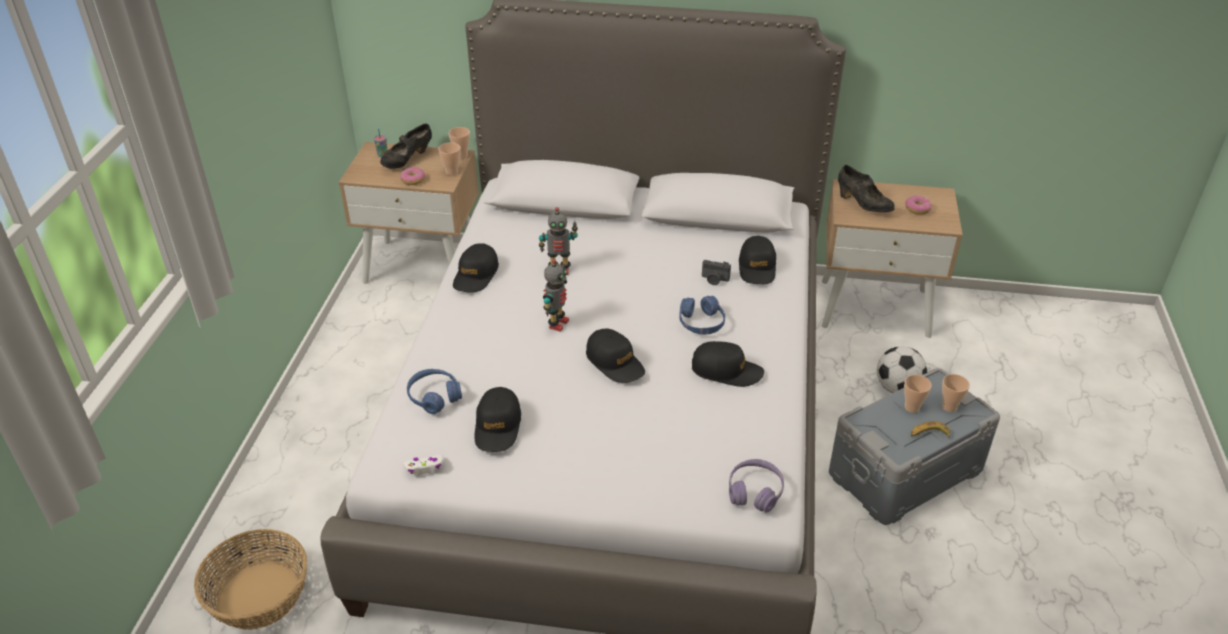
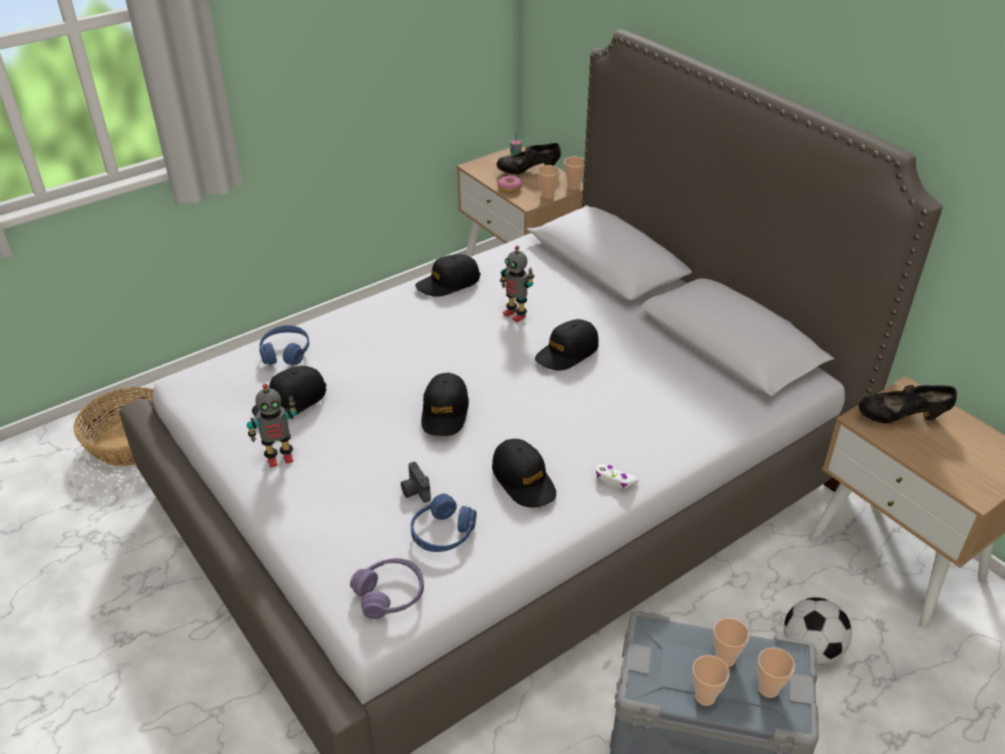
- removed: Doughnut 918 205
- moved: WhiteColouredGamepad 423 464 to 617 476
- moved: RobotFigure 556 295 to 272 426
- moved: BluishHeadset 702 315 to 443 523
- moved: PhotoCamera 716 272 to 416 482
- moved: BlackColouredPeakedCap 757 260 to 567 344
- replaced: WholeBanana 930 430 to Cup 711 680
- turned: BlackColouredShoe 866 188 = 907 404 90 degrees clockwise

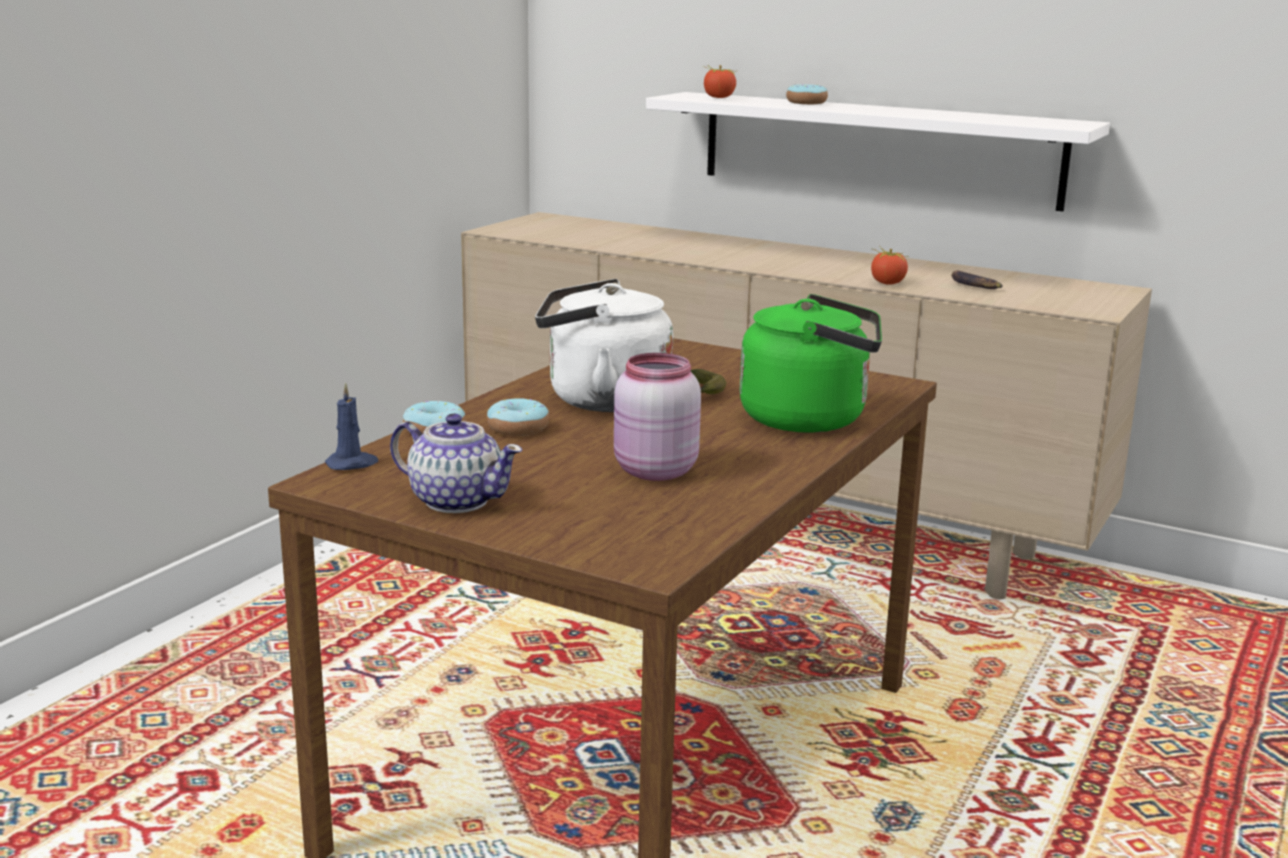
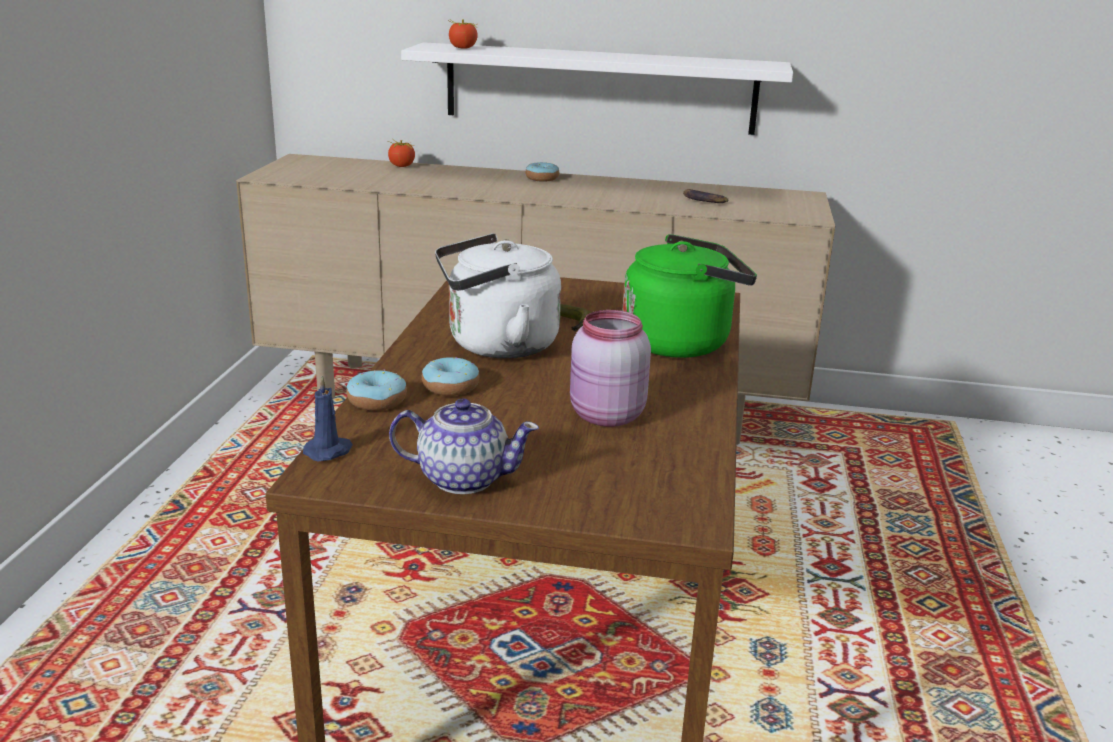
- moved: Doughnut 807 94 to 542 172
- moved: WholeTomato 890 266 to 401 152

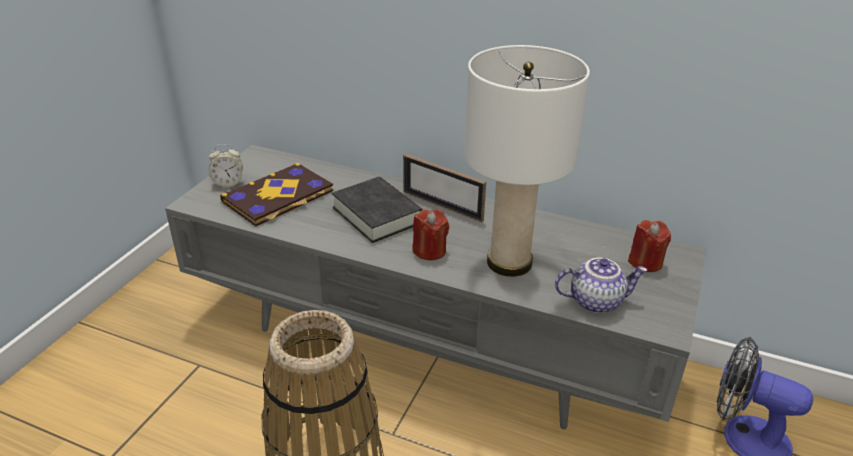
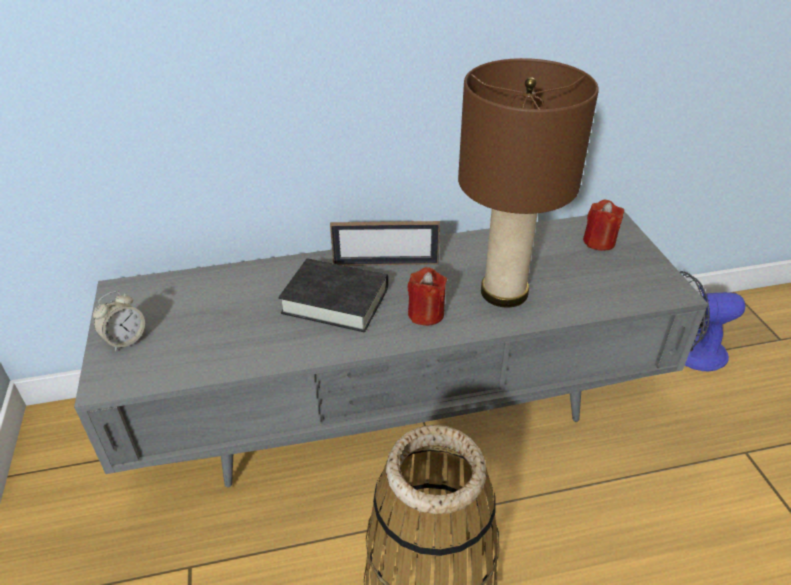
- removed: Volume 277 194
- removed: TeaPot 601 286
- recoloured: WhiteColouredTableLamp 527 161 to BrownishTableLamp 528 182

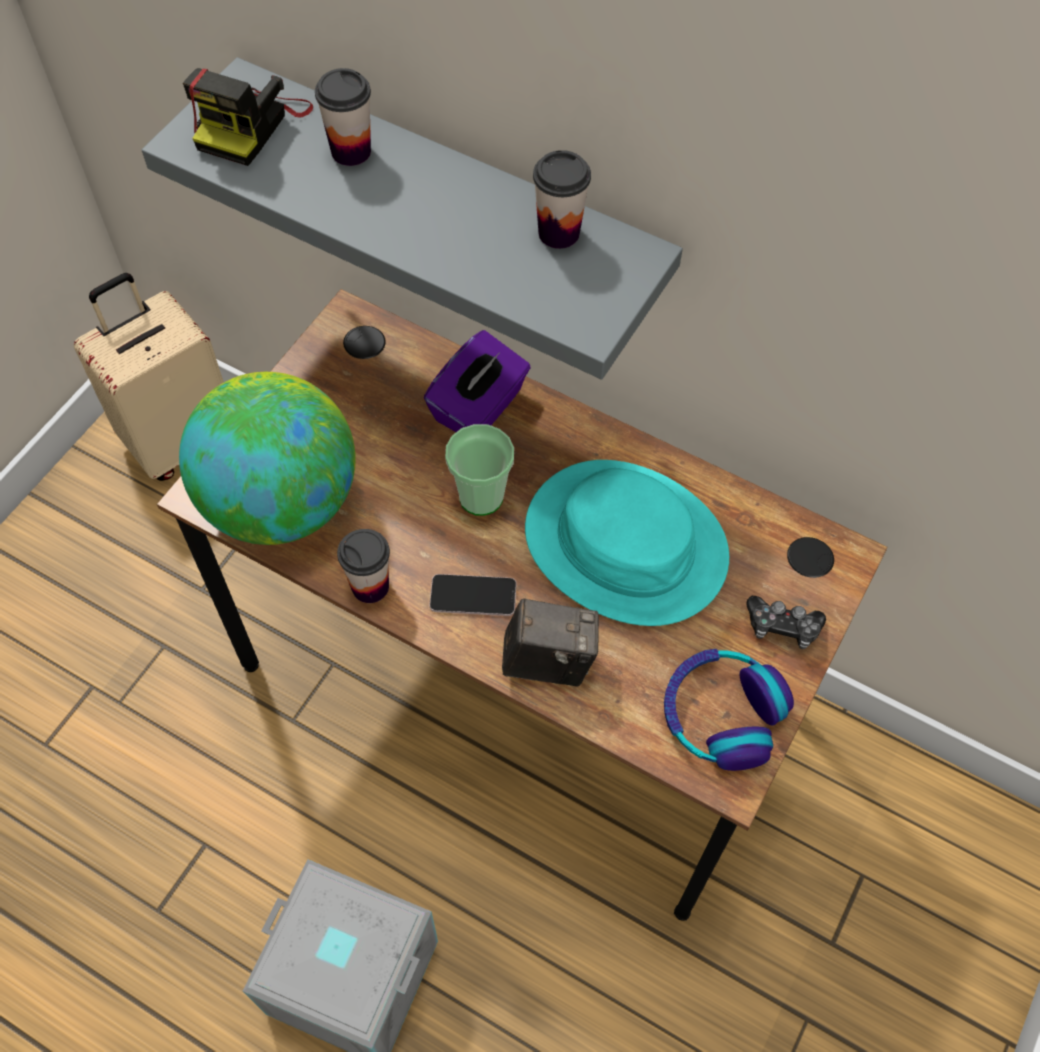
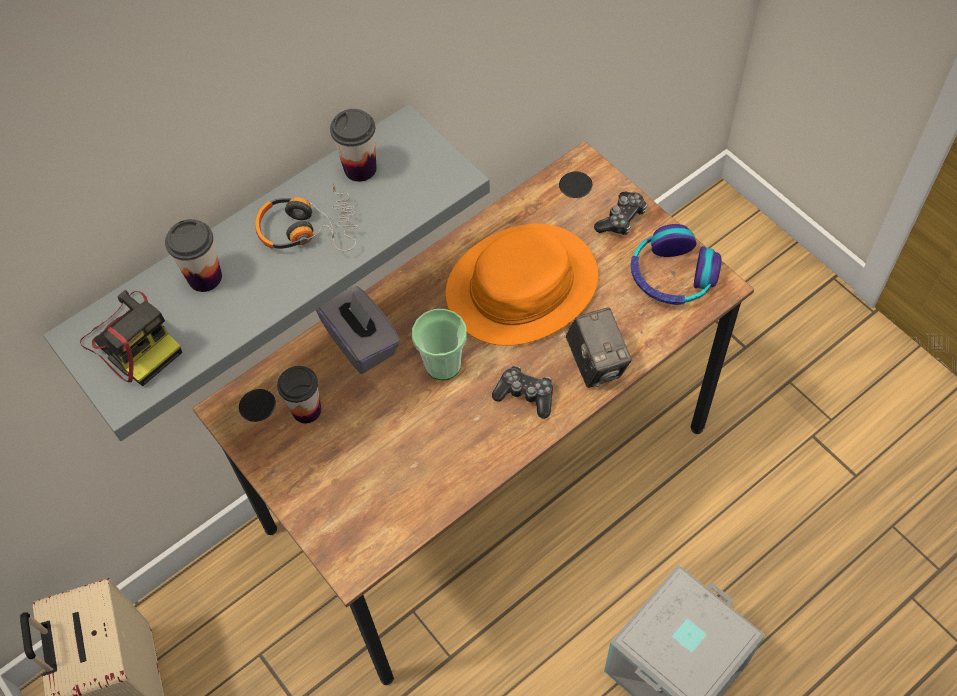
- removed: DeskGlobe 267 458
- added: Headset 306 217
- moved: Cup 363 566 to 299 395
- replaced: Phone 473 595 to Gamepad 522 392
- recoloured: PurplishBoxOfTissues 477 381 to GrayBoxOfTissues 358 330
- recoloured: BlueGreenClothingHat 627 543 to OrangeClothingHat 522 284
- turned: PhotoCamera 550 642 = 599 347 135 degrees clockwise

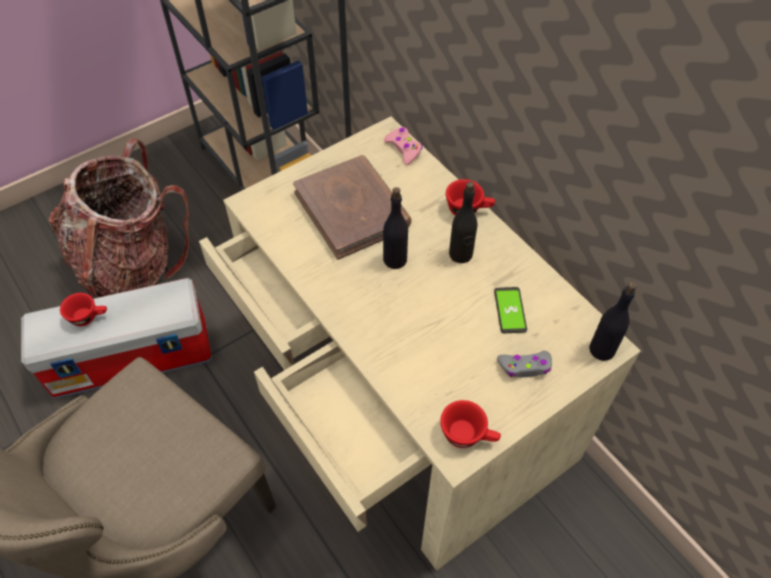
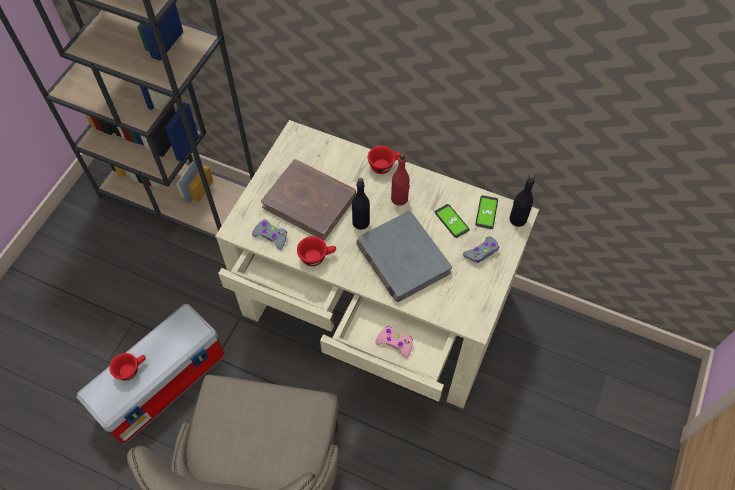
- removed: Knapsack 119 218
- added: GrayGamepad 269 235
- added: GrayVolume 404 256
- added: Phone 486 212
- moved: PinkColouredGamepad 403 146 to 394 342
- moved: RedColouredCup 470 424 to 316 251
- recoloured: BlackColouredDrinkBottle 463 222 to RedColouredDrinkBottle 400 179

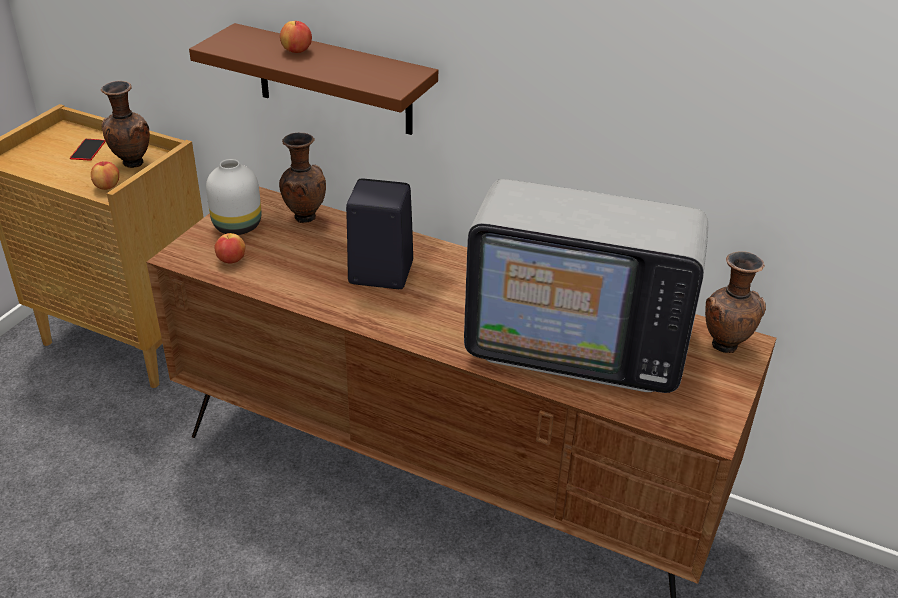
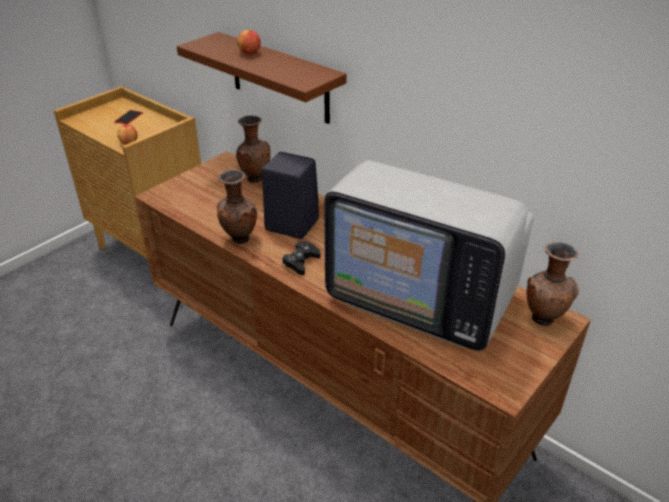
- removed: WhiteColouredVase 233 197
- removed: Apple 229 248
- added: BlackColouredGamepad 301 258
- moved: BrownishVase 125 124 to 237 207

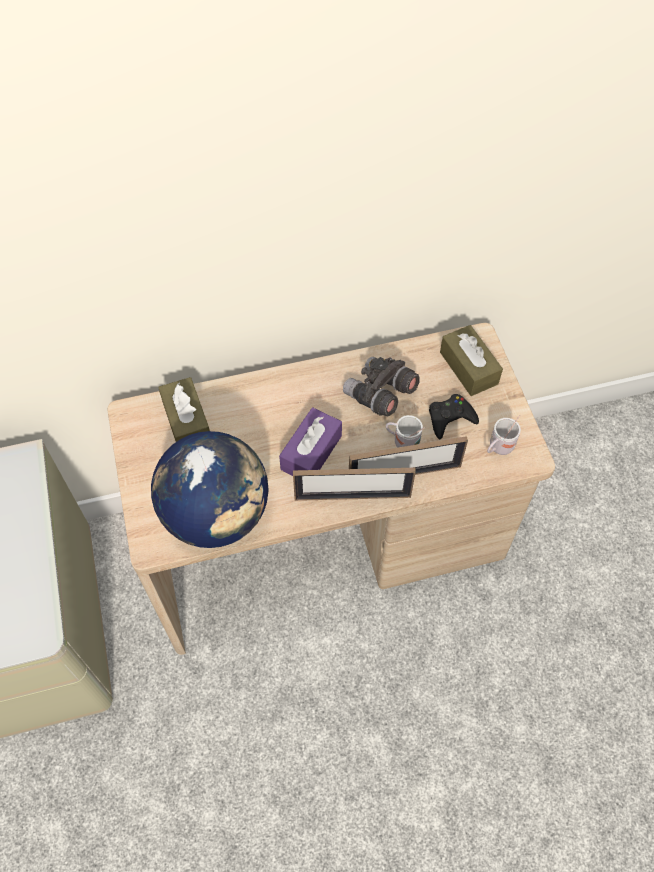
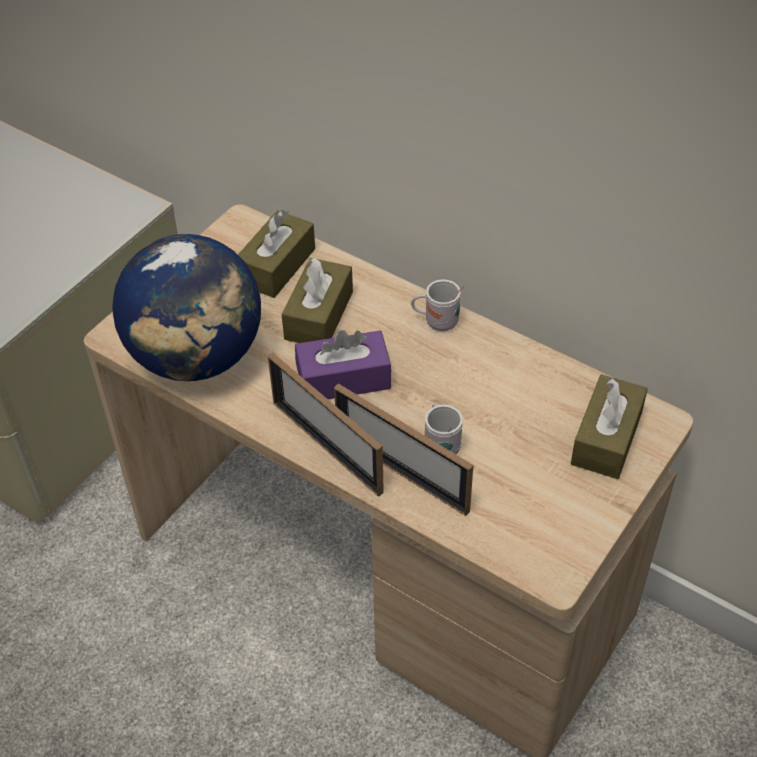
- removed: GrayFieldGlasses 381 386
- removed: BlackColouredGamepad 454 416
- added: BrownishBoxOfTissues 317 300
- moved: WhiteColouredMug 504 435 to 438 305

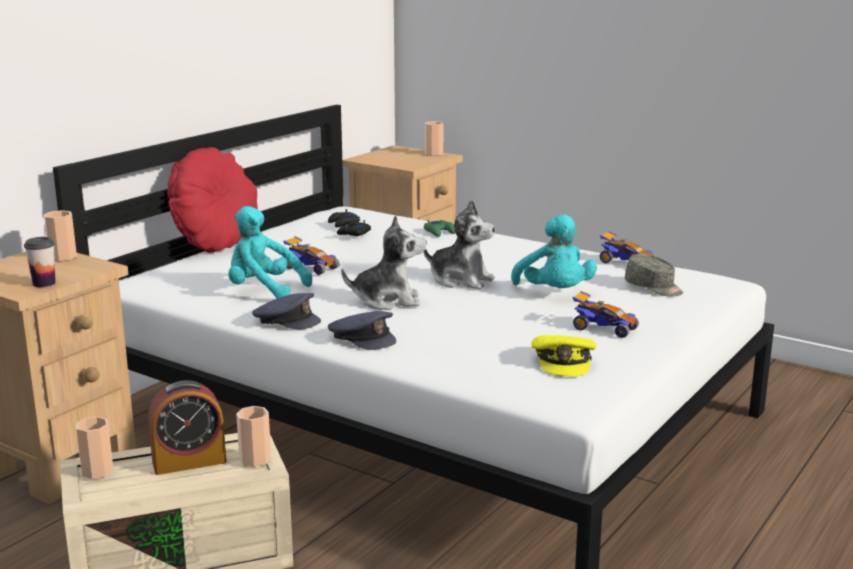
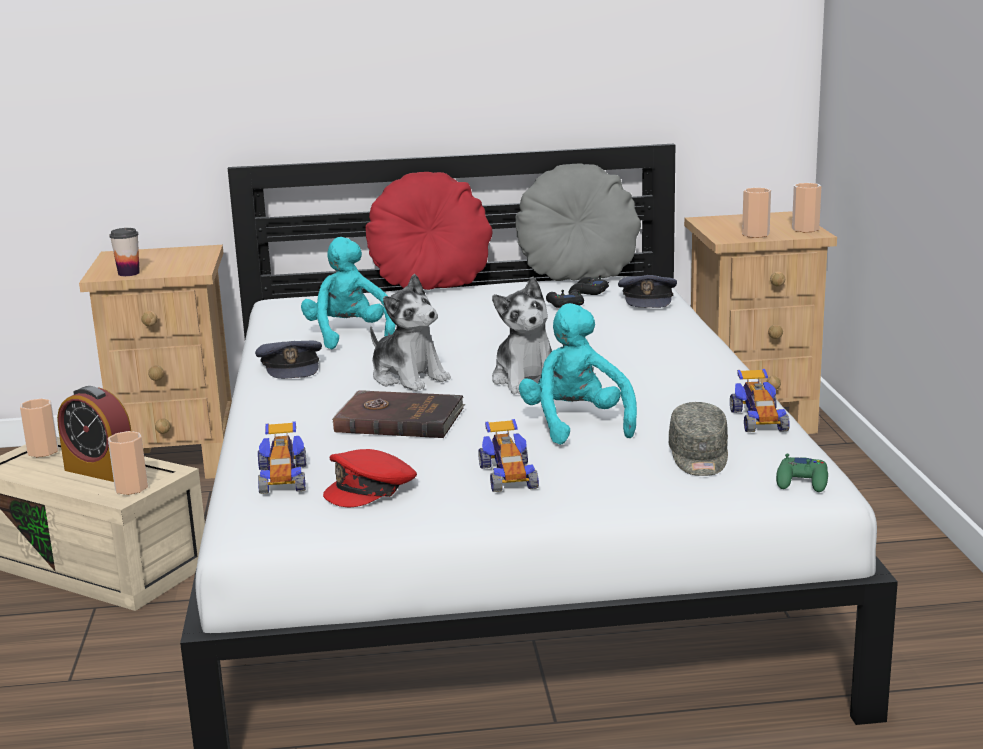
- added: BrownishVolume 398 414
- added: GrayPillow 578 222
- moved: Cup 60 235 to 756 213
- moved: MiniatureCar 311 255 to 282 457
- moved: GrayPeakedCap 362 330 to 647 291
- moved: GreenColouredGamepad 439 228 to 802 473
- recoloured: YellowPeakedCap 563 355 to RedColouredPeakedCap 370 478
- turned: BlueGreenCuddlyToy 554 251 = 578 374 135 degrees clockwise

